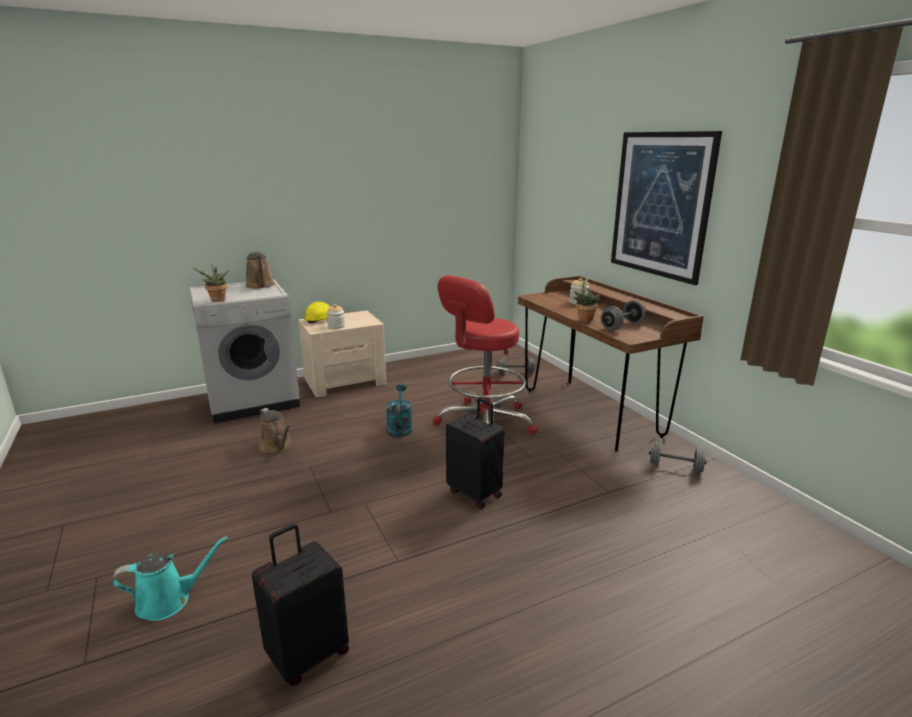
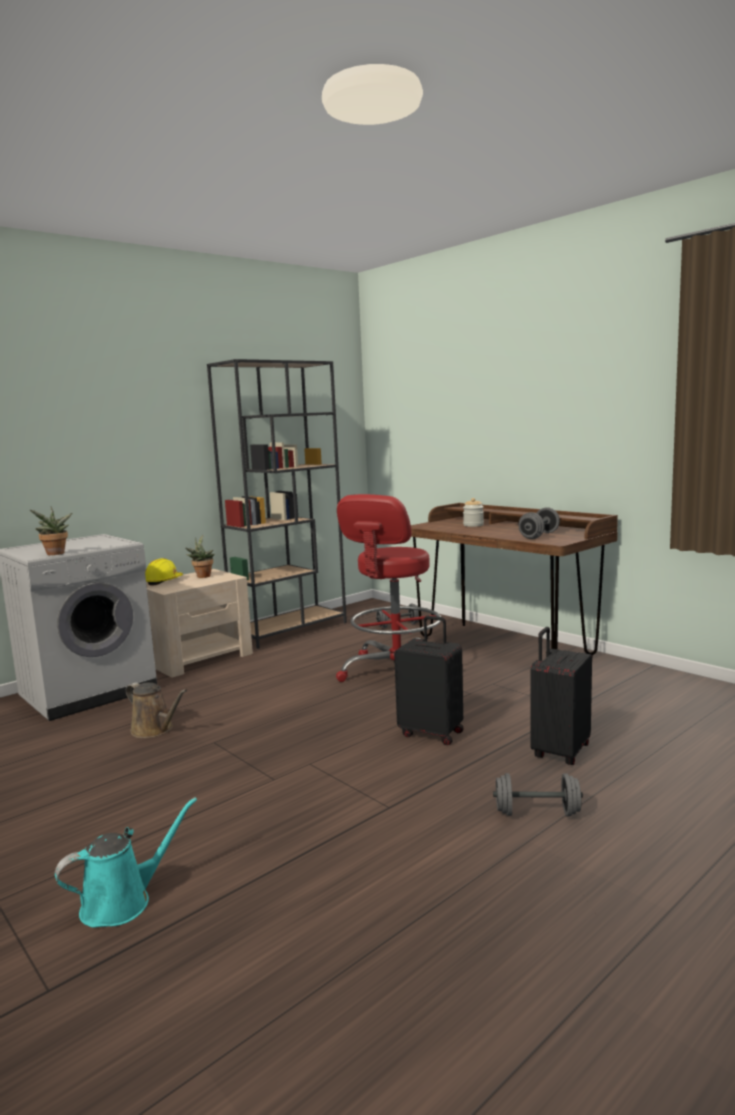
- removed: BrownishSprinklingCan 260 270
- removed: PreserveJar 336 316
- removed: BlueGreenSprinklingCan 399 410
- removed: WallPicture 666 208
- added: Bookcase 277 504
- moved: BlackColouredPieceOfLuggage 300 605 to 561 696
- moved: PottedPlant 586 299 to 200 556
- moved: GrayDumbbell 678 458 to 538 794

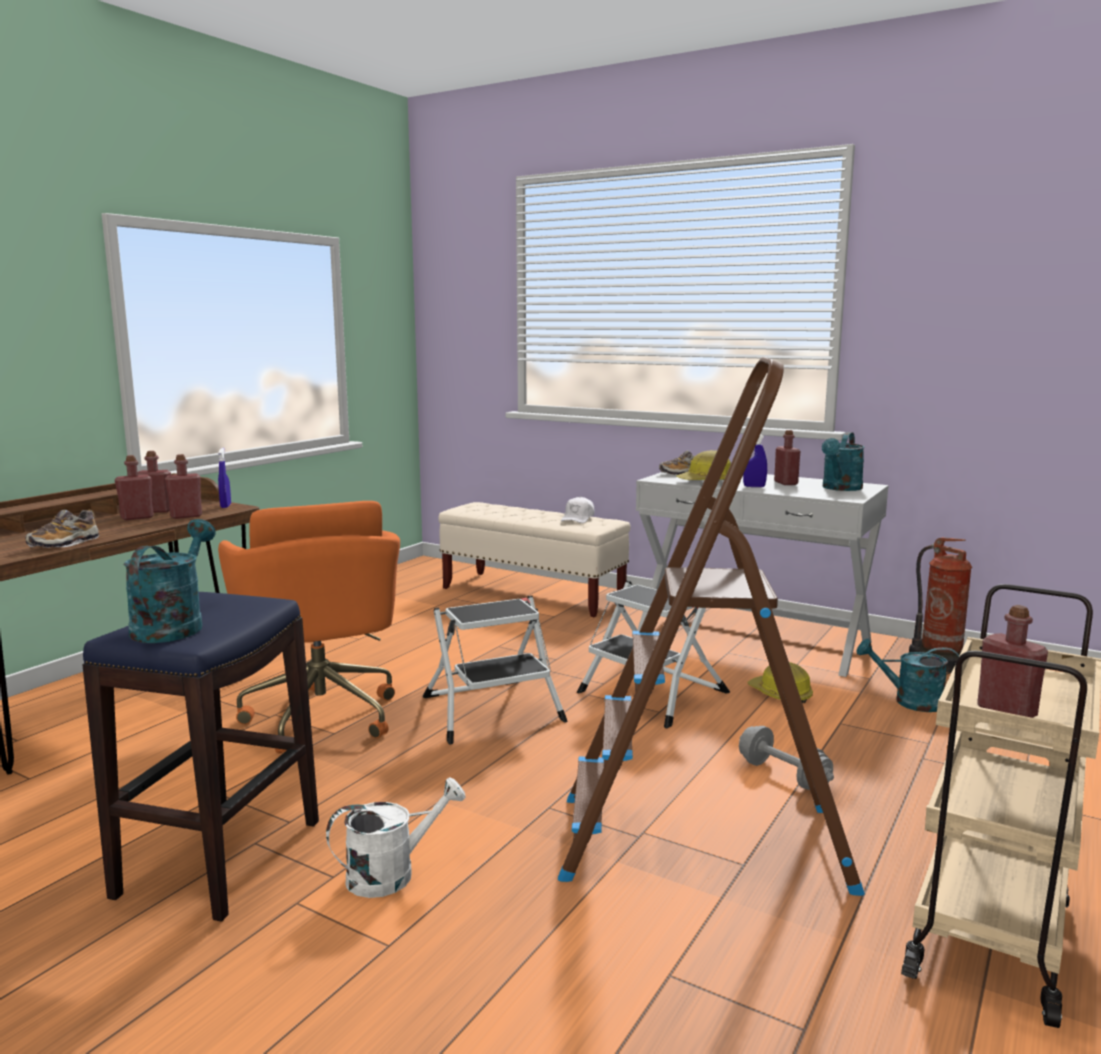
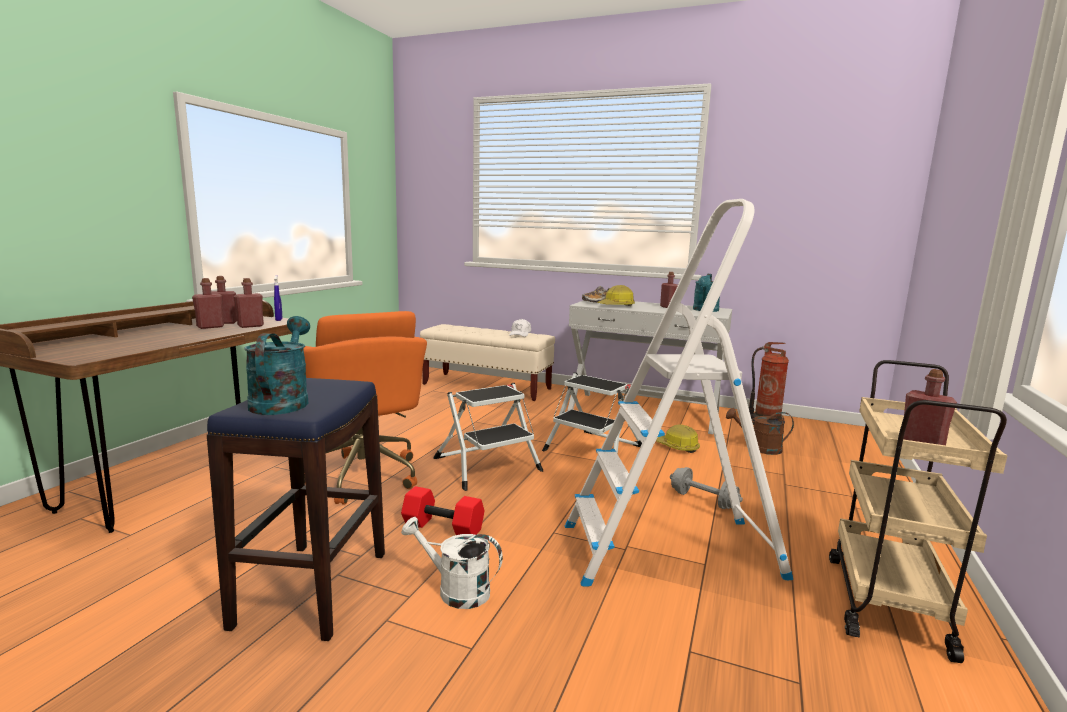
- removed: Shoe 62 529
- removed: BluishHandSprayer 755 460
- added: RedColouredDumbbell 443 510
- recoloured: BrownishStepLadder 711 626 to WhiteColouredStepLadder 679 393
- recoloured: BlueGreenSprinklingCan 907 675 to BrownishSprinklingCan 760 431
- turned: WhiteColouredSprinklingCan 396 838 = 452 563 120 degrees counterclockwise

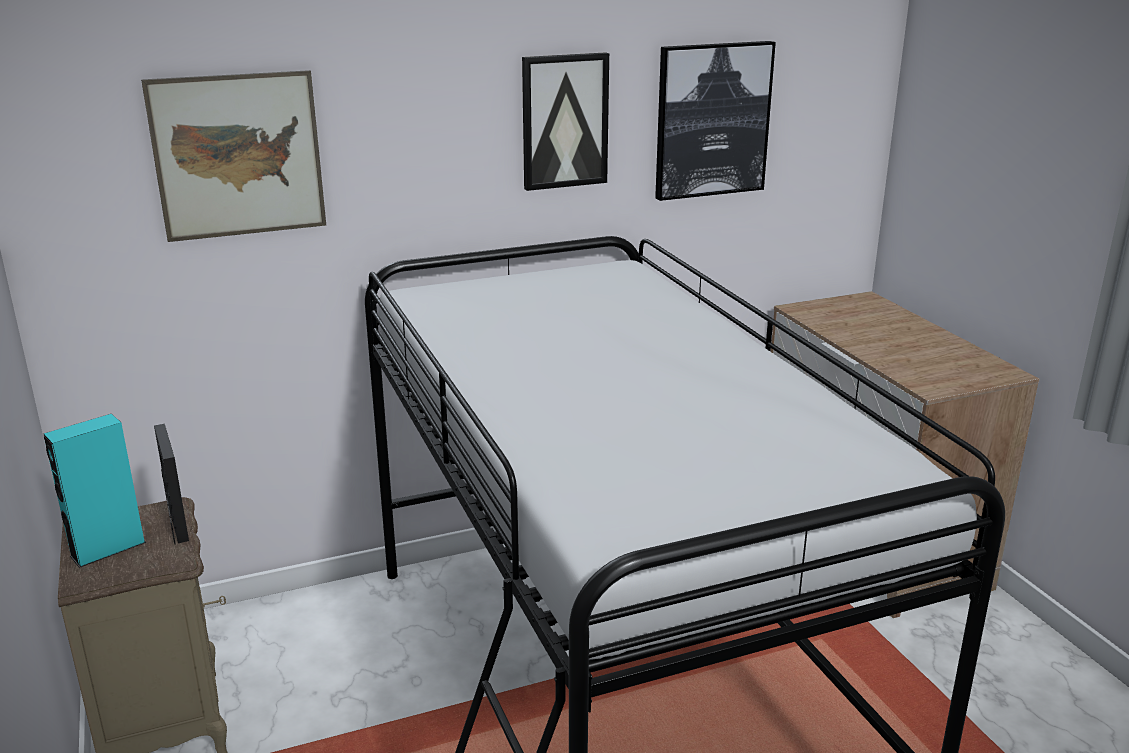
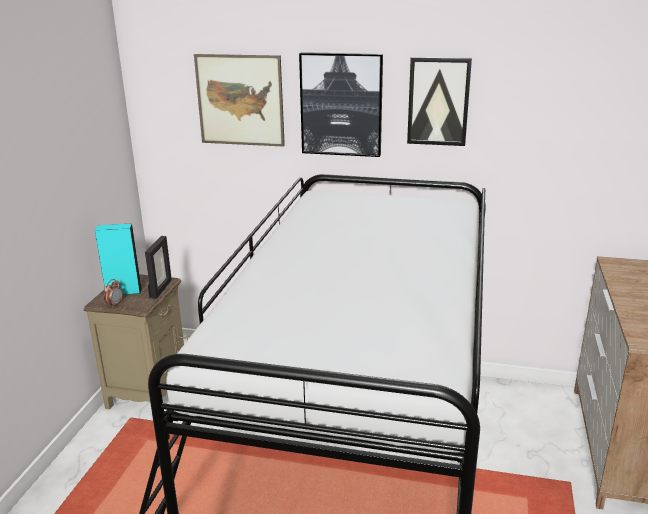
- added: AlarmClock 113 293
- moved: WallPicture 715 121 to 341 104

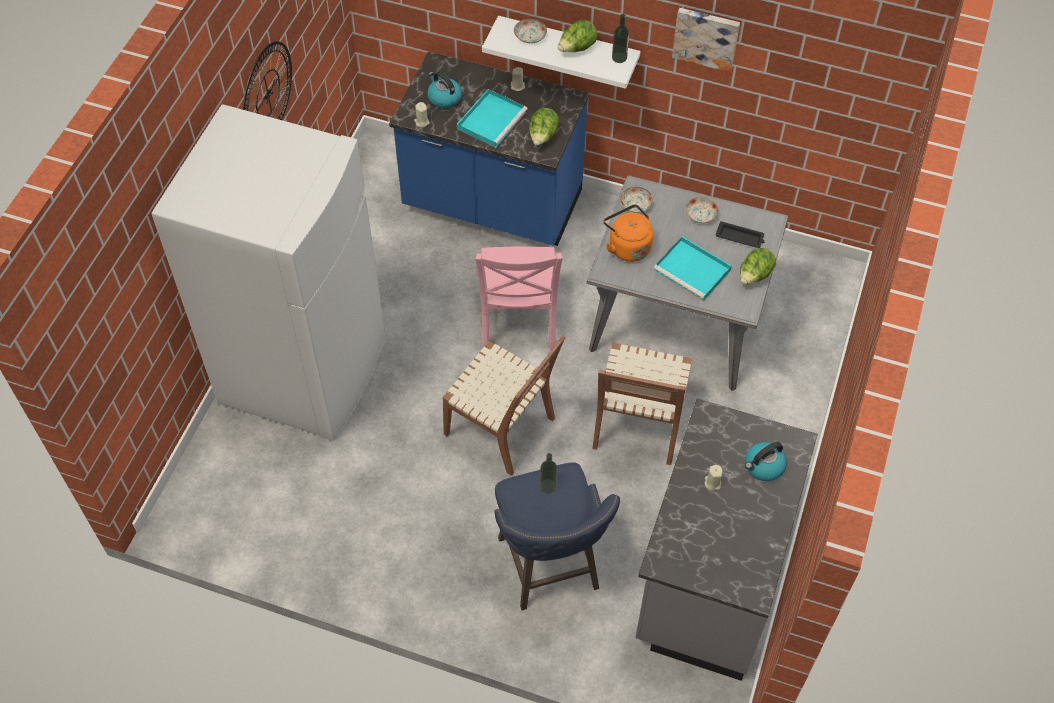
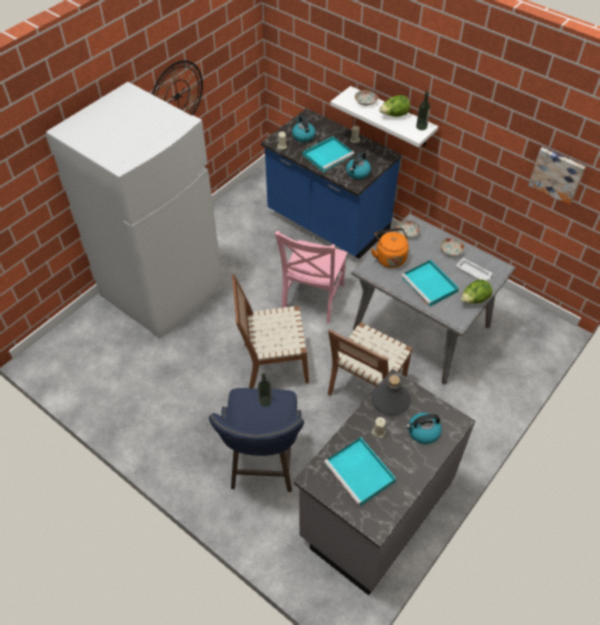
- added: BlueGreenServingTray 360 472
- added: GrayDrinkBottle 391 395
- moved: WallPicture 706 40 to 557 176
- replaced: LettuceHead 544 127 to Kettle 358 165
- recoloured: BlackColouredServingTray 740 234 to WhiteColouredServingTray 474 269
- turned: PlainChair 503 405 = 270 331 120 degrees clockwise

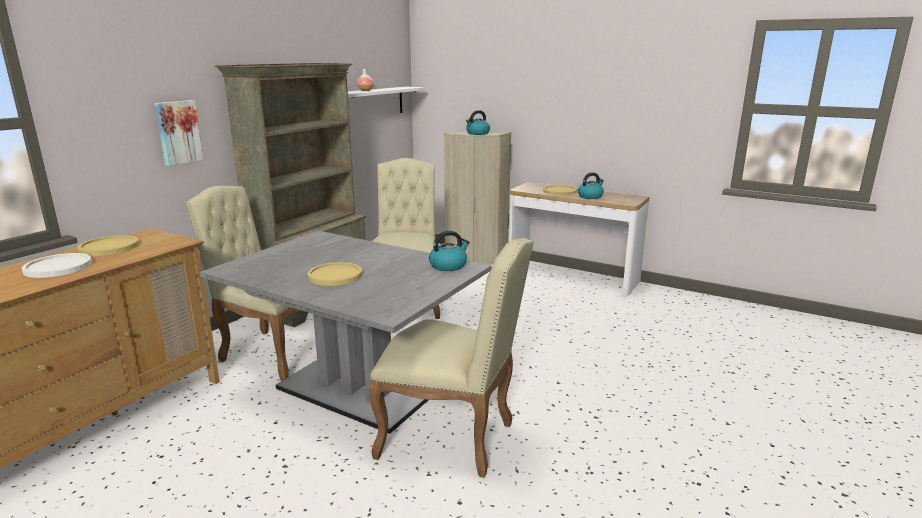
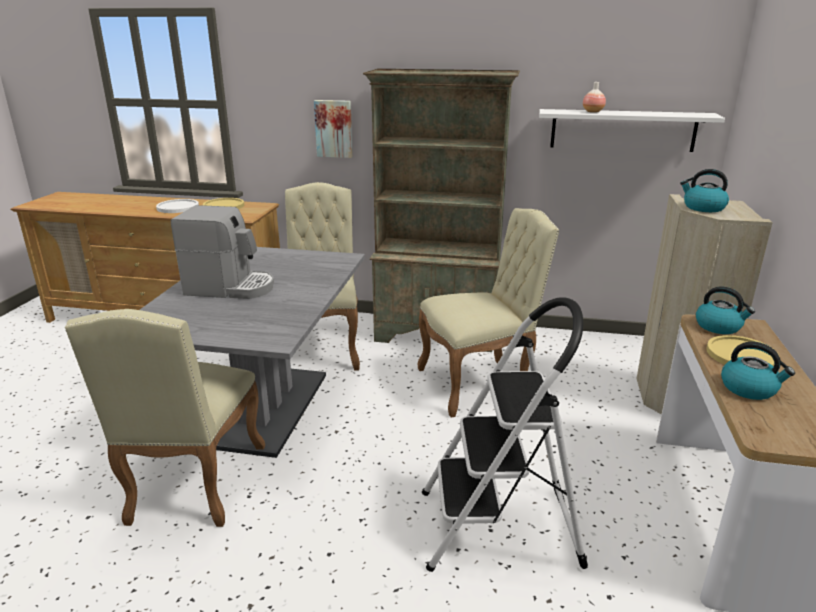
- added: StepLadder 505 434
- moved: Kettle 449 251 to 725 310
- replaced: YellowFlatDish 335 274 to CoffeeMachine 222 252

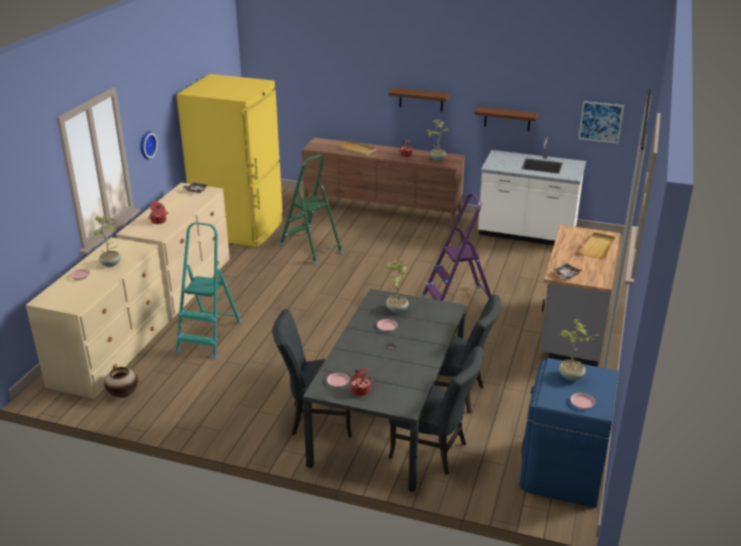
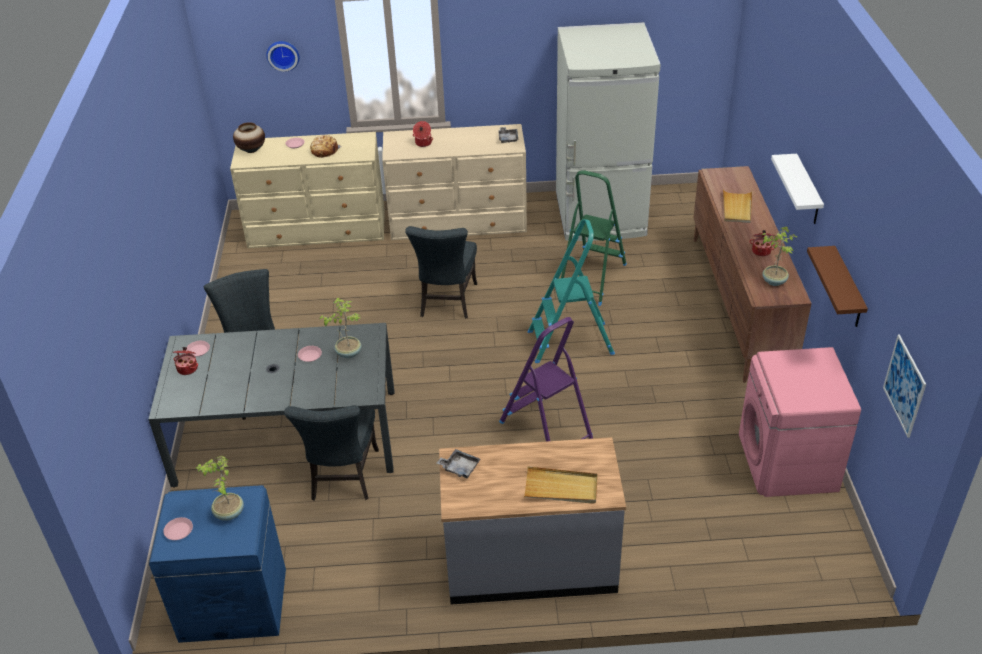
- moved: Vase 121 382 to 249 137
- moved: HangingClock 149 145 to 283 56
- moved: BlueGreenStepLadder 208 290 to 571 291
- moved: GrayPlainChair 436 410 to 441 272
- replaced: PottedPlant 107 241 to BakeryBread 326 146
- replaced: WhiteColouredKitchenBaseUnit 532 191 to PinkColouredWashingMachine 800 422
- recoloured: YellowFridge 229 160 to WhiteColouredFridge 608 131
- recoloured: BrownishWallShelf 419 100 to WhiteColouredWallShelf 797 189

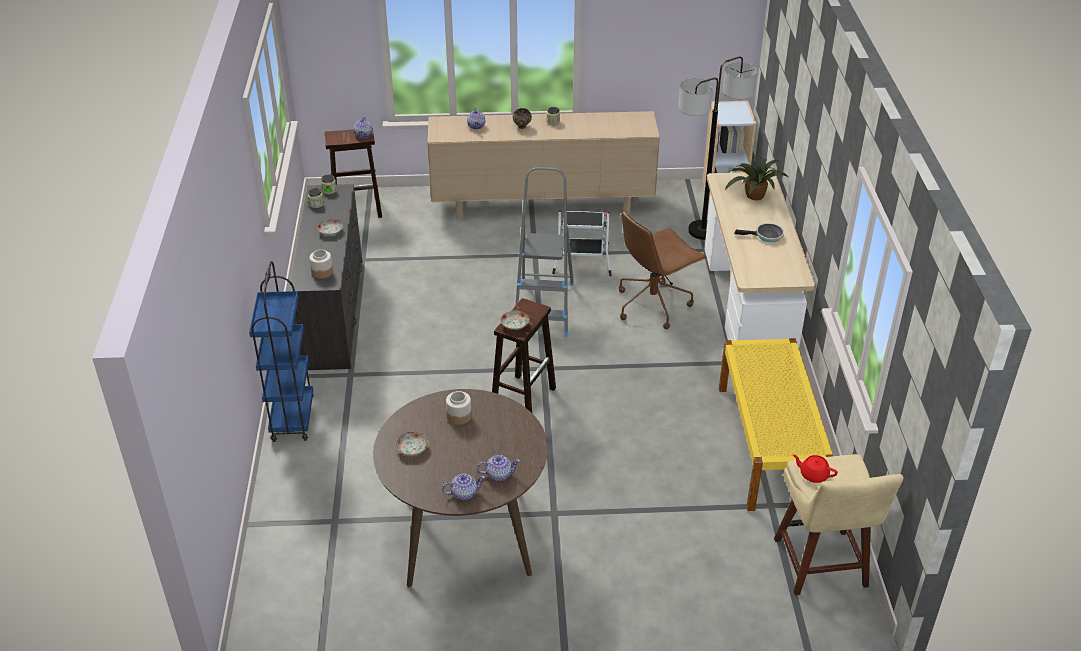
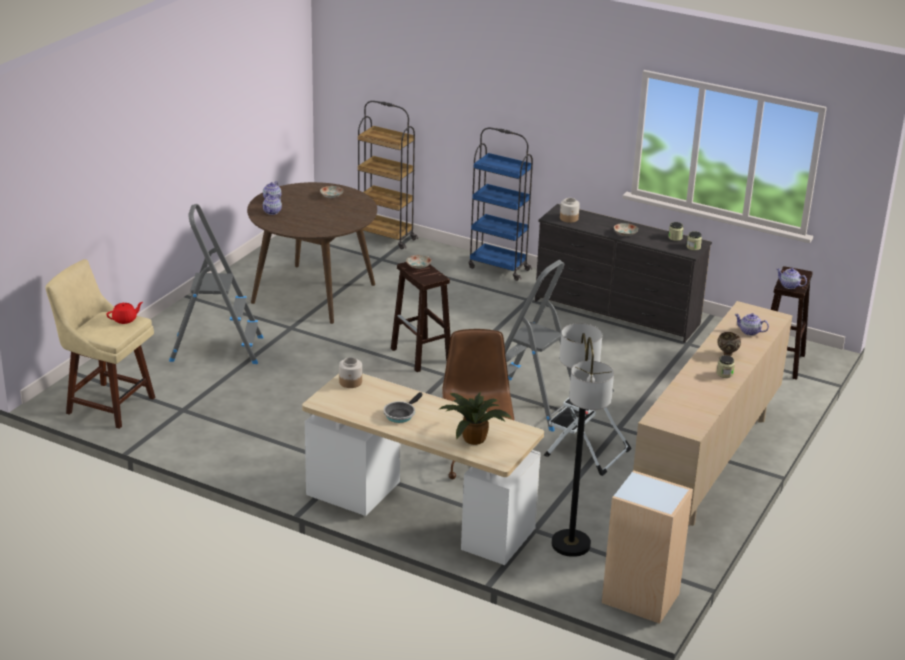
- removed: YellowBench 776 424
- added: GrayStepLadder 216 284
- added: BrownishCart 388 175
- moved: PreserveJar 459 408 to 350 372

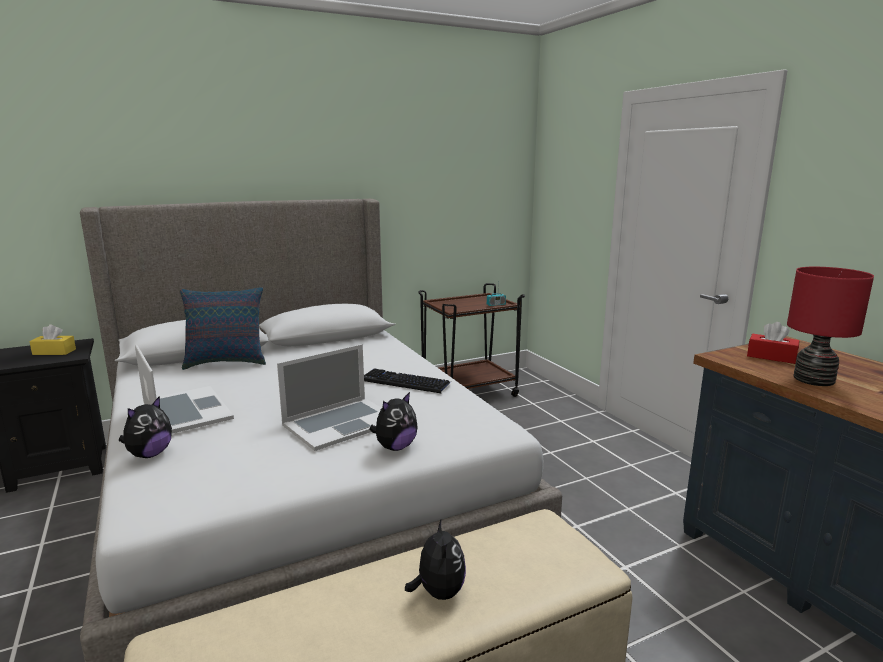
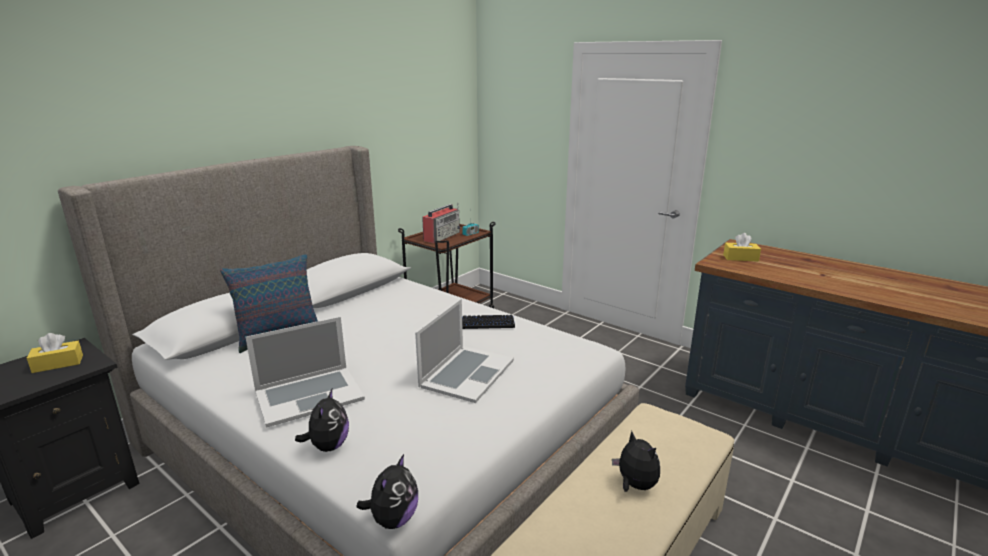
- removed: RedColouredTableLamp 830 326
- added: RadioReceiver 441 223
- moved: CuddlyToy 393 421 to 387 491
- recoloured: RedColouredBoxOfTissues 773 343 to YellowBoxOfTissues 742 247
- turned: PortableComputer 184 389 = 305 372 120 degrees clockwise

